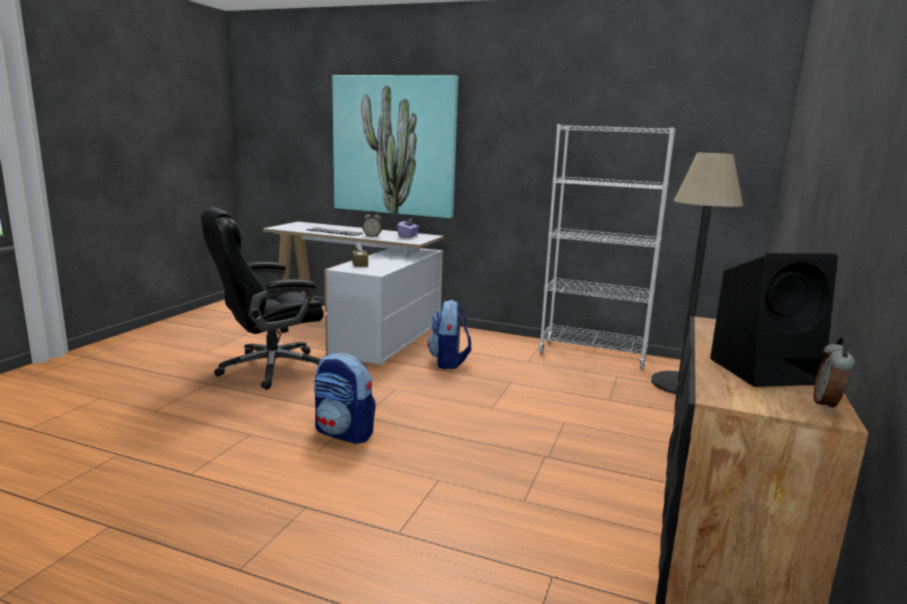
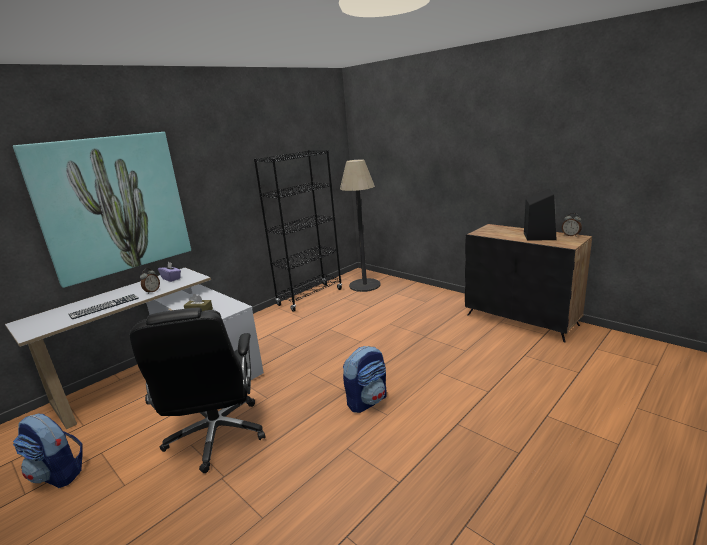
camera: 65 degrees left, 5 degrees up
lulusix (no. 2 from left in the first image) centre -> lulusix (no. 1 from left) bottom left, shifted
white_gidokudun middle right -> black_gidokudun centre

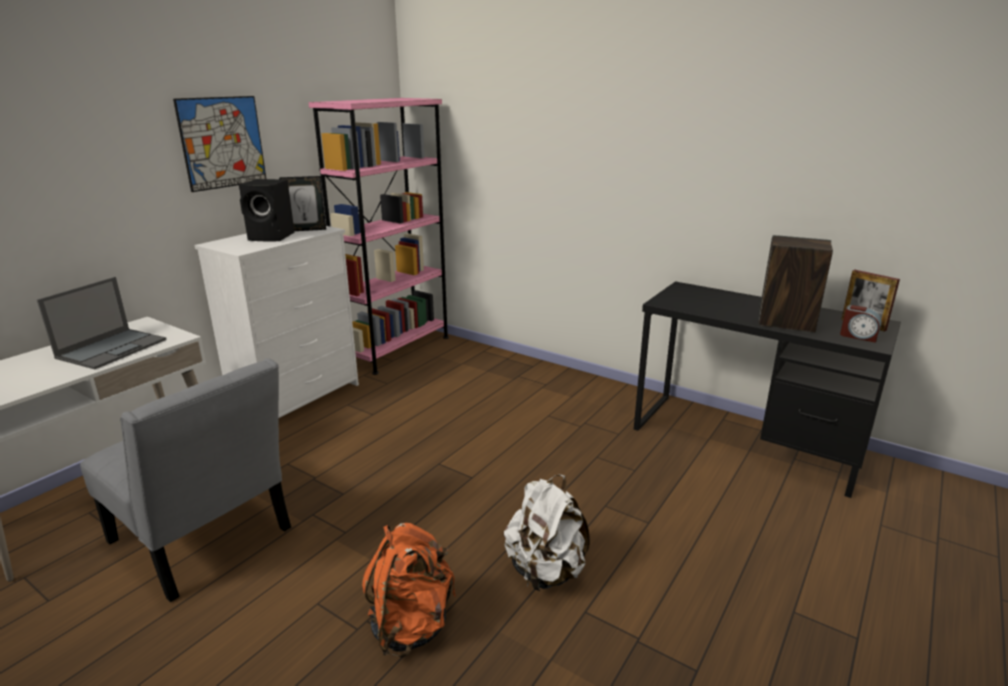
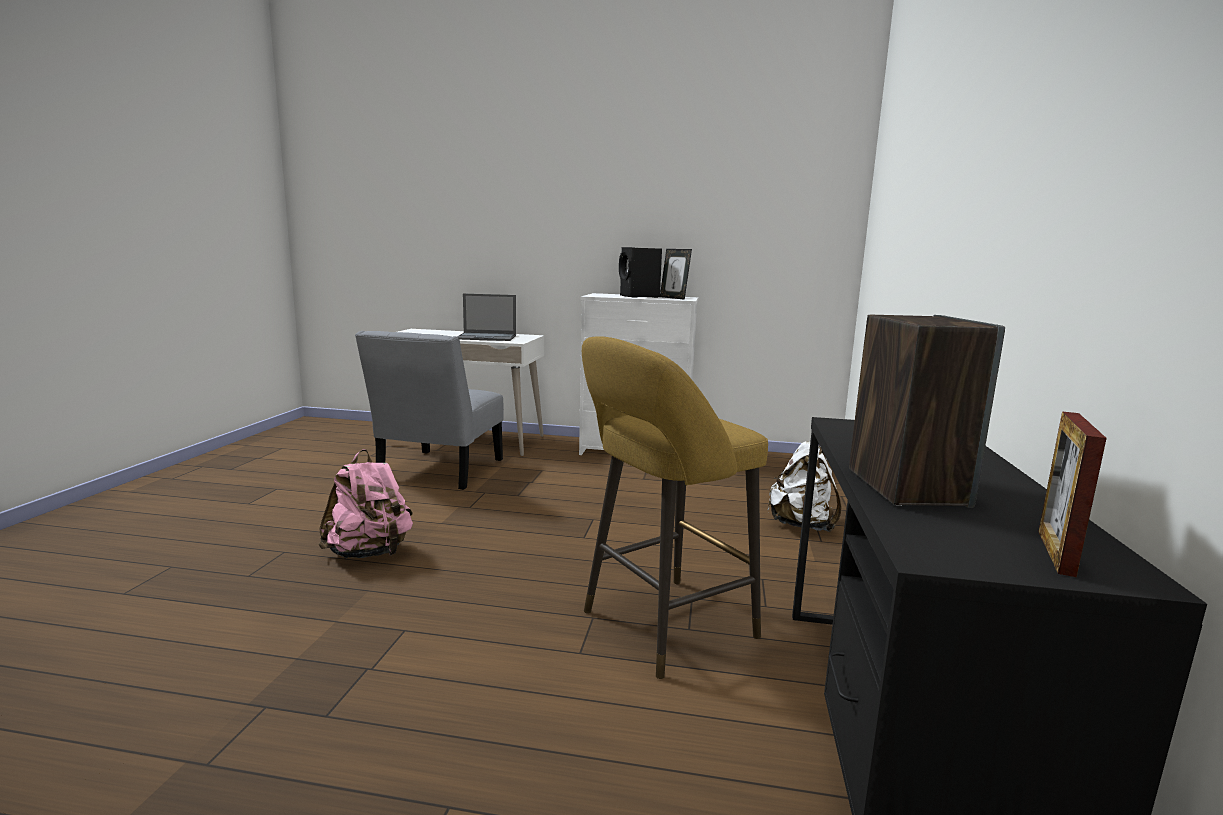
camera: 65 degrees right, 10 degrees down
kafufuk top left -> none
pink_gidokudun centre -> none
orange_lulusix bottom centre -> pink_lulusix middle left
white_lulusix bottom centre -> white_lulusix centre, shifted
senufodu middle right -> none
none -> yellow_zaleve centre

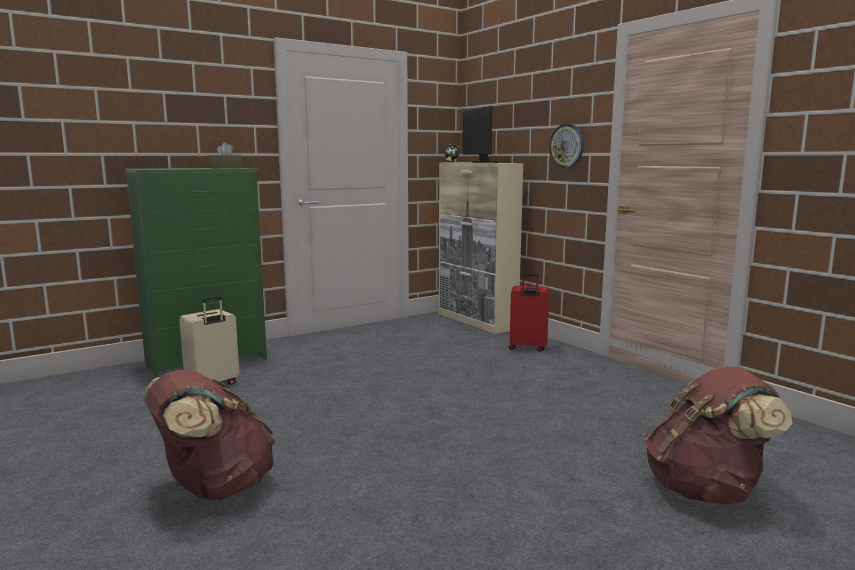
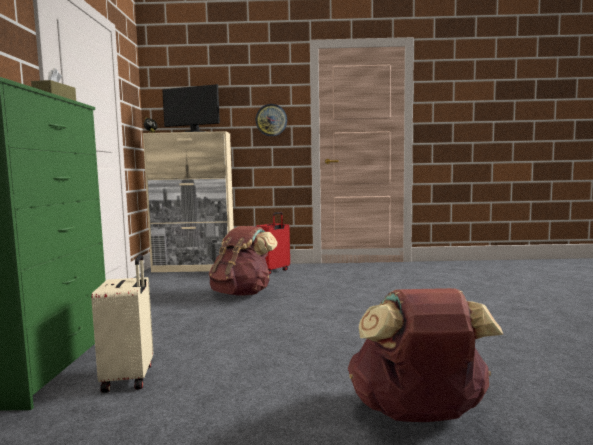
camera: 55 degrees left, 5 degrees down
brown_lulusix (no. 2 from left in the first image) bottom right -> brown_lulusix (no. 1 from left) centre, shifted

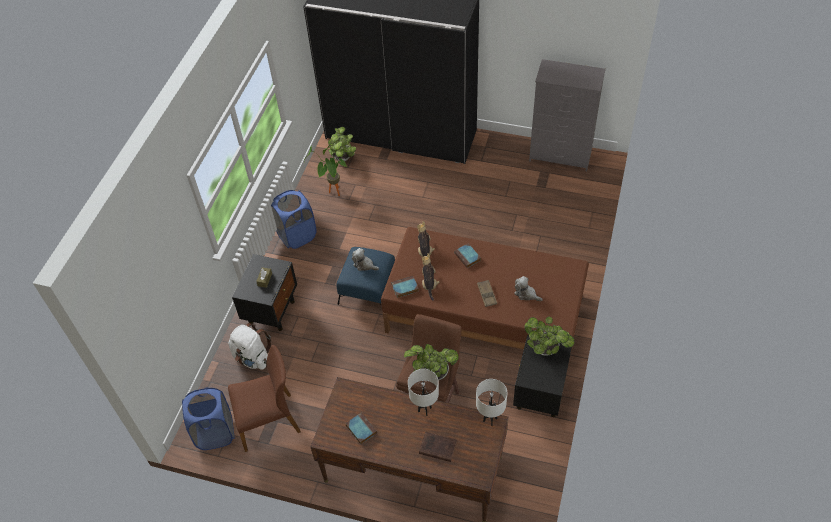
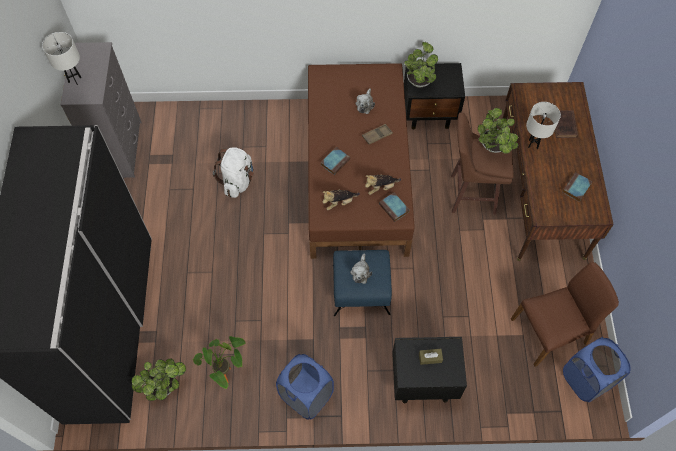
camera: 110 degrees left, 10 degrees up
white_lulusix middle left -> white_lulusix centre, shifted
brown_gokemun bottom left -> brown_gokemun bottom right, 105 degrees clockwise
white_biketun (no. 2 from left in the first image) bottom centre -> white_biketun (no. 1 from left) top left, shifted

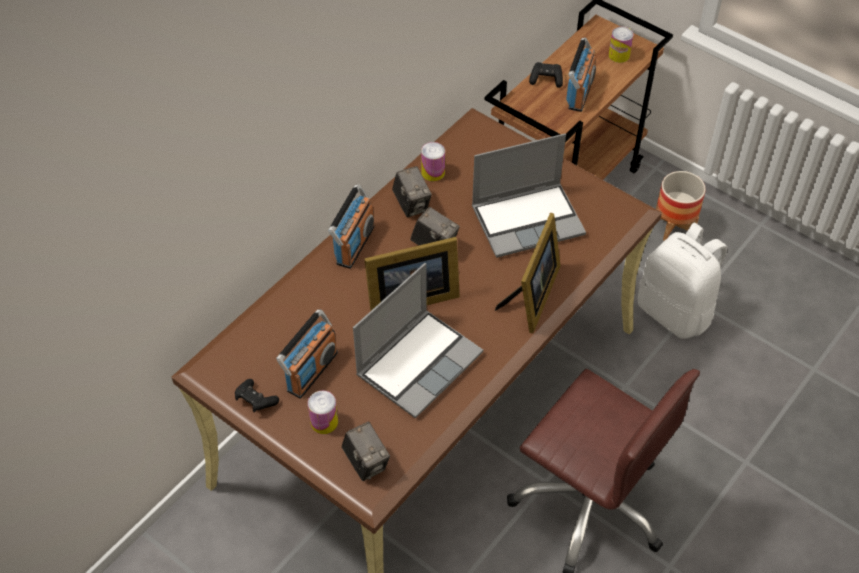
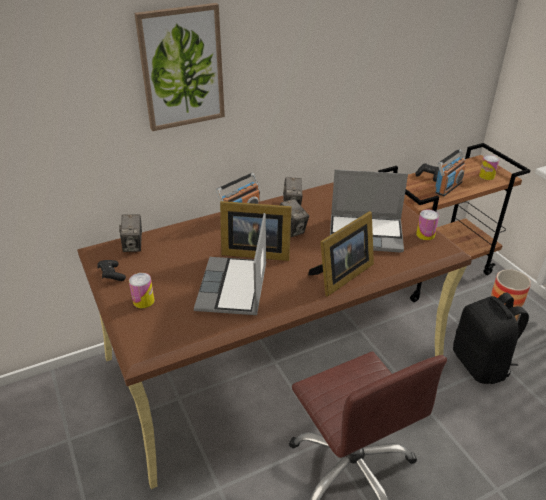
camera: 25 degrees right, 15 degrees down
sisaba (no. 1 from left) centre -> none
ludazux (no. 1 from left) bottom centre -> ludazux (no. 1 from left) middle left, shifted
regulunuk (no. 1 from left) centre, 120 degrees clockwise
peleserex (no. 2 from left) top centre -> peleserex (no. 2 from left) middle right, shifted
white_lulusix middle right -> black_lulusix bottom right
none -> kafufuk top left

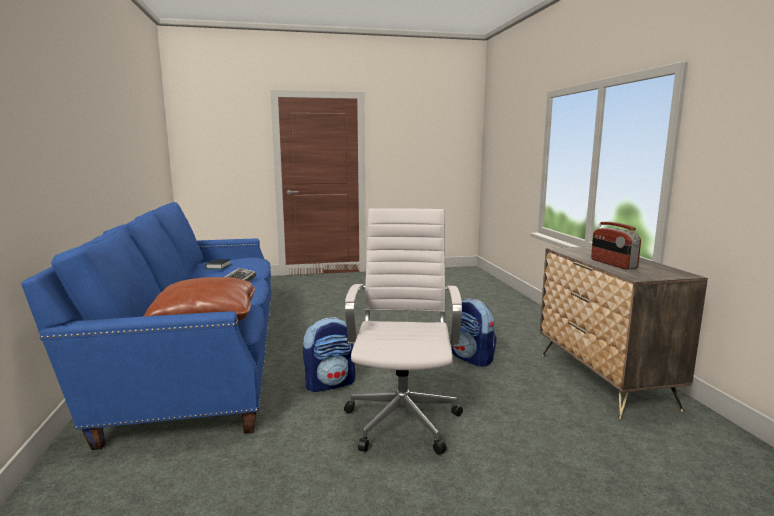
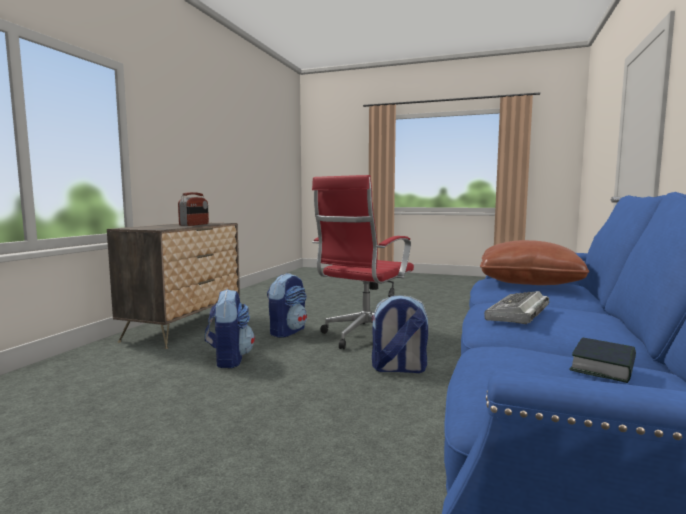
camera: 150 degrees left, 5 degrees down
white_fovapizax centre -> red_fovapizax centre
none -> lulusix (no. 2 from left) centre

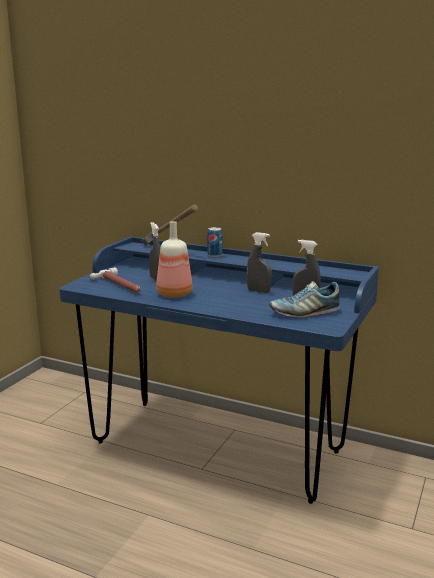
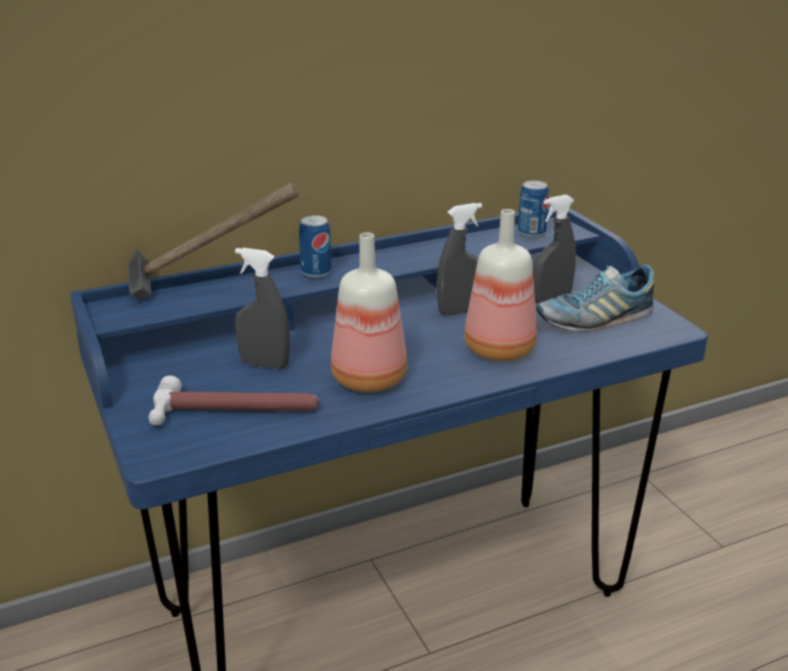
camera: 50 degrees left, 10 degrees up
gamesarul middle right, 45 degrees clockwise
none -> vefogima (no. 2 from left) centre
none -> peleserex (no. 2 from left) top right

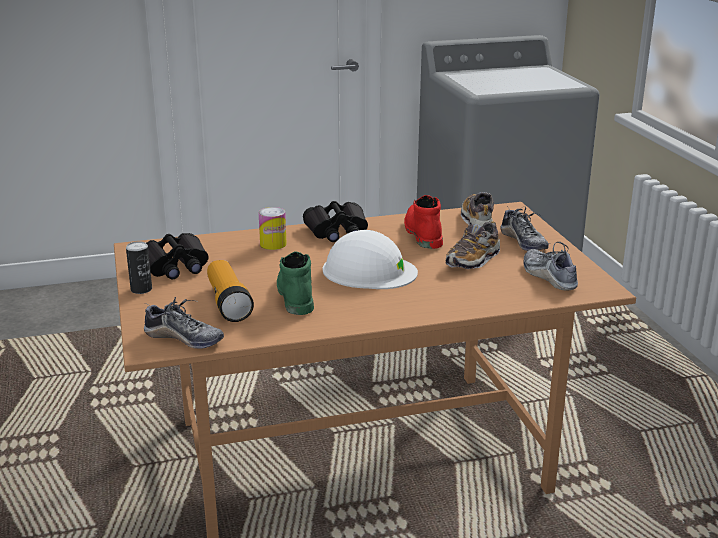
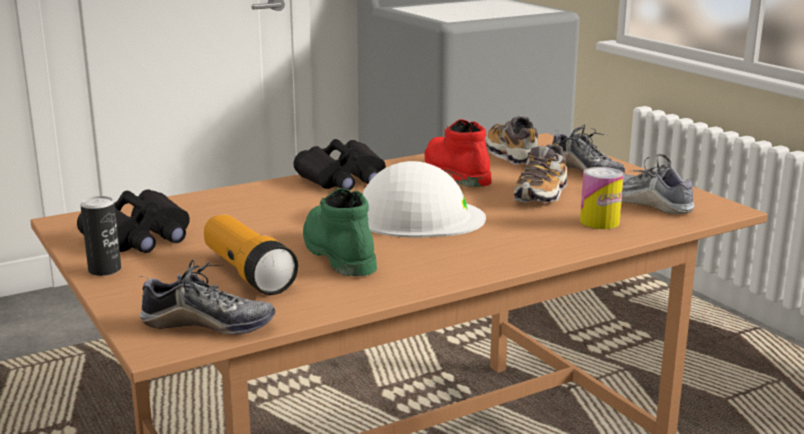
camera: 15 degrees left, 5 degrees down
peleserex (no. 2 from left) centre -> peleserex (no. 2 from left) middle right, shifted

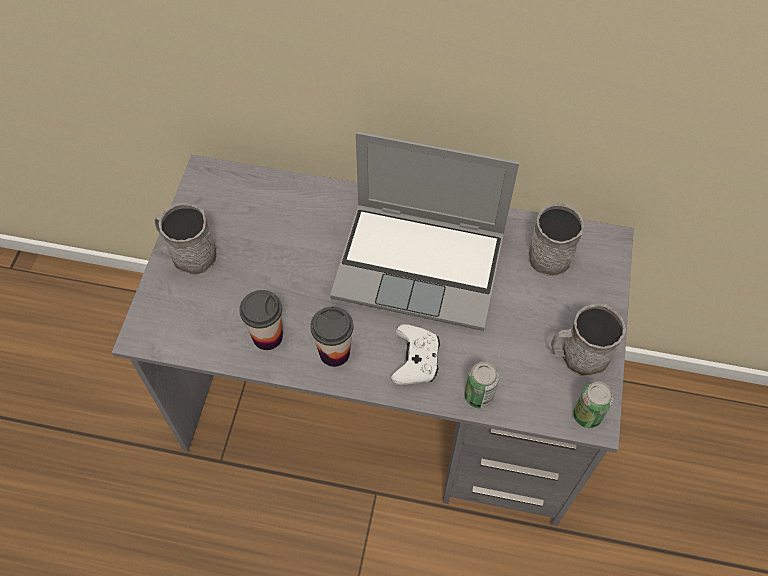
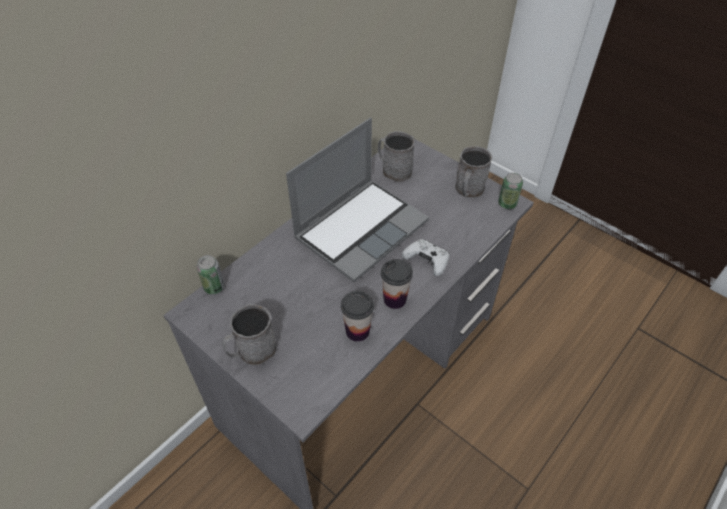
camera: 60 degrees left, 10 degrees down
peleserex (no. 1 from left) bottom centre -> peleserex (no. 1 from left) middle left, shifted

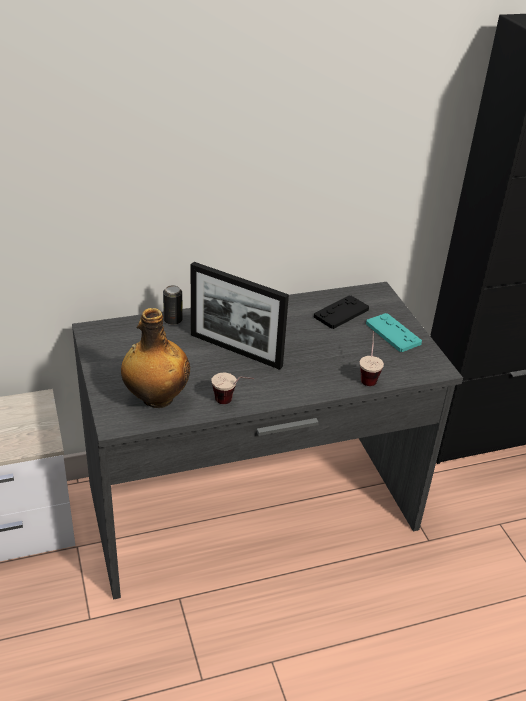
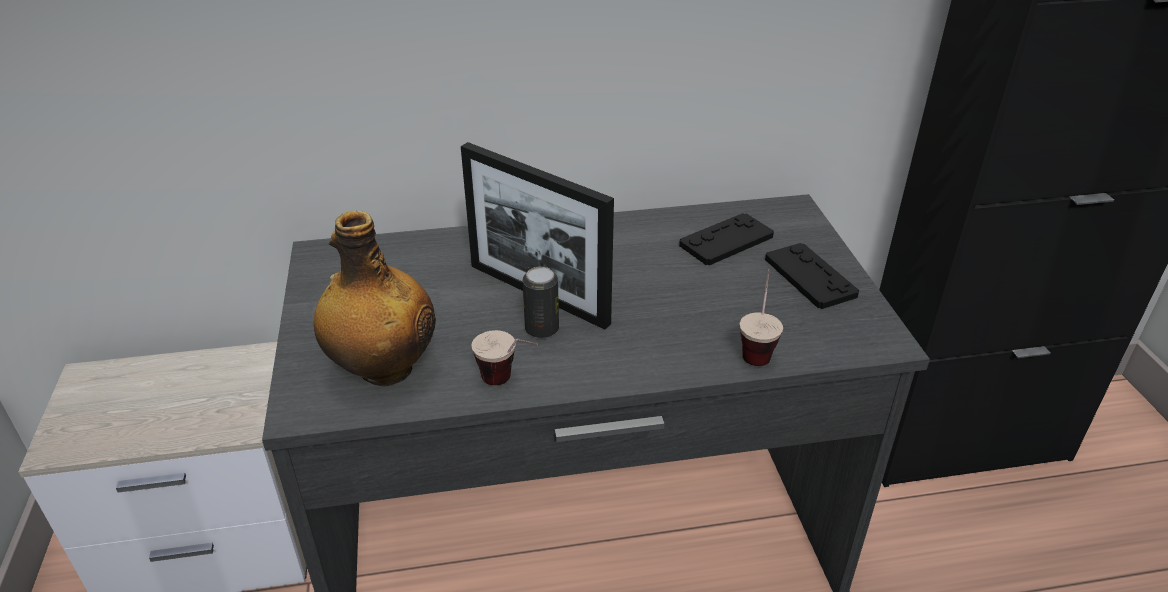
camera: 10 degrees right, 0 degrees up
peleserex middle left -> peleserex centre, shifted
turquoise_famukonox middle right -> black_famukonox (no. 2 from left) middle right

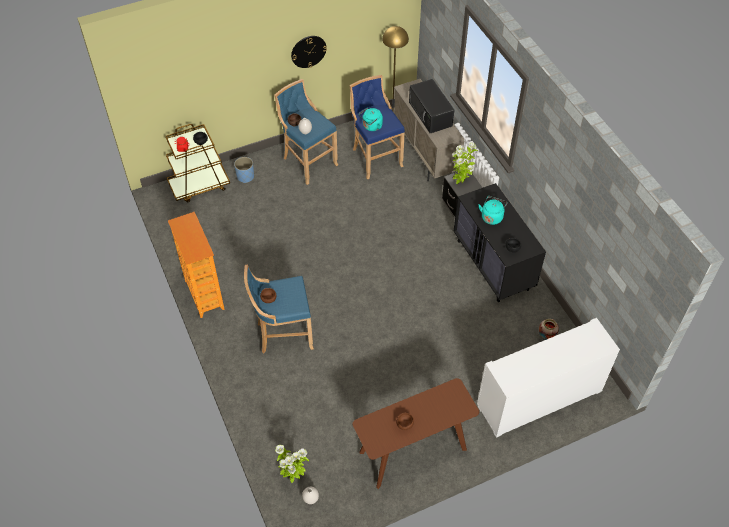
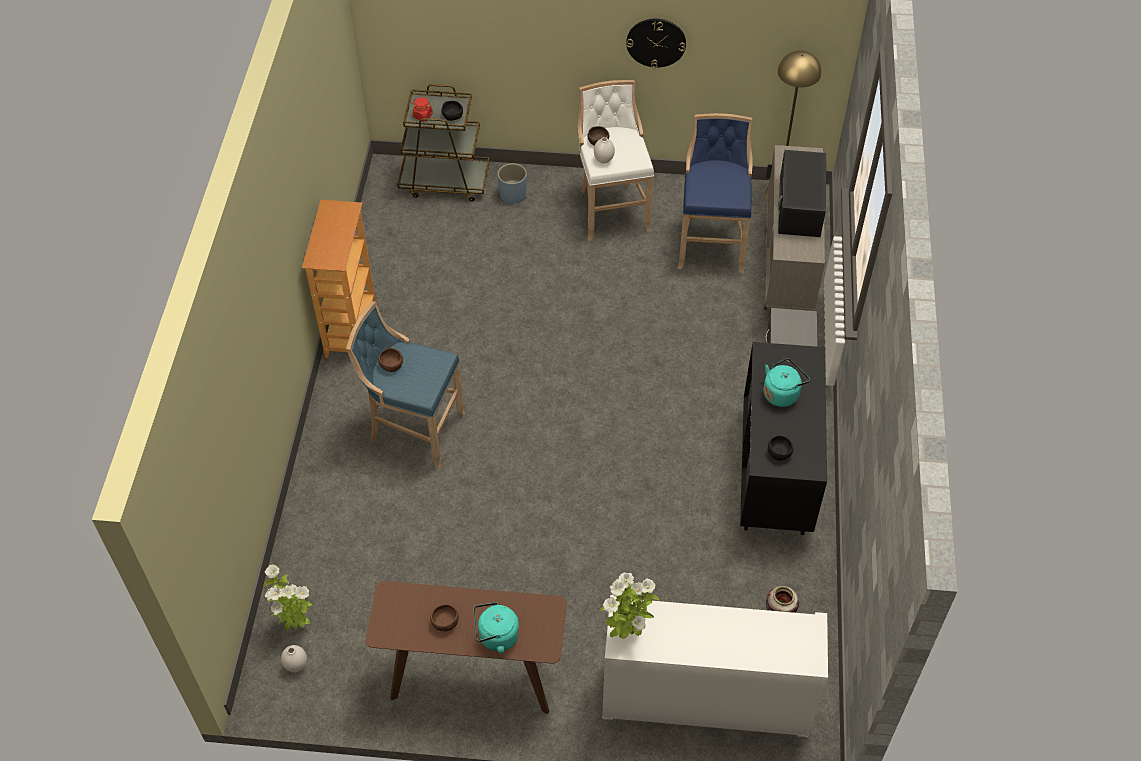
camera: 30 degrees right, 0 degrees up
blue_zaleve (no. 2 from left) top centre -> white_zaleve top centre
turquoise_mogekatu (no. 1 from left) top centre -> turquoise_mogekatu (no. 1 from left) bottom centre, shifted
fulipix (no. 2 from left) top centre -> fulipix (no. 2 from left) bottom centre, shifted

